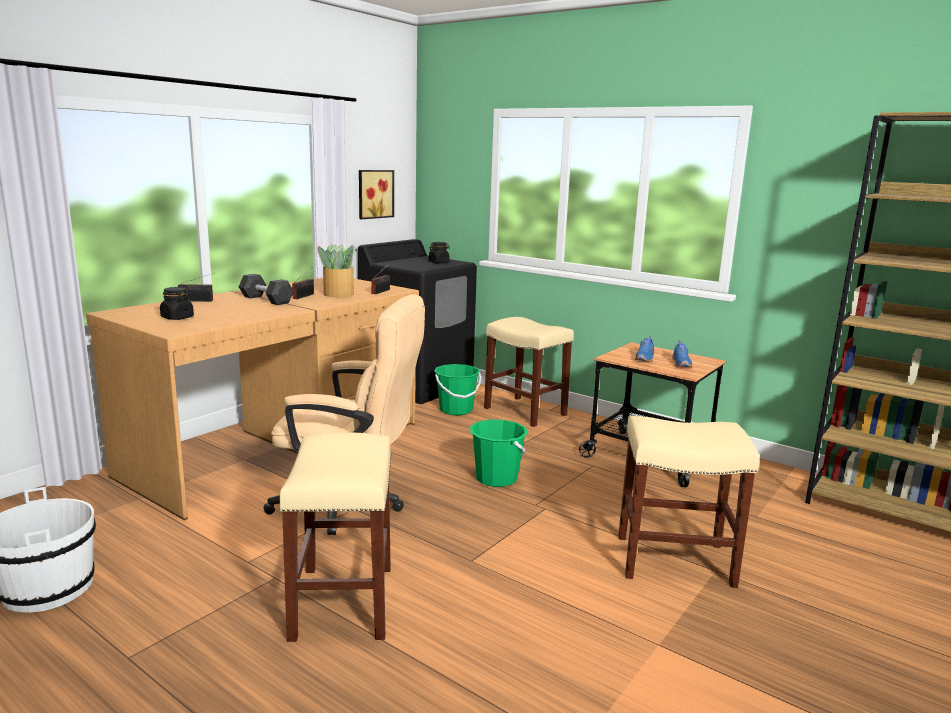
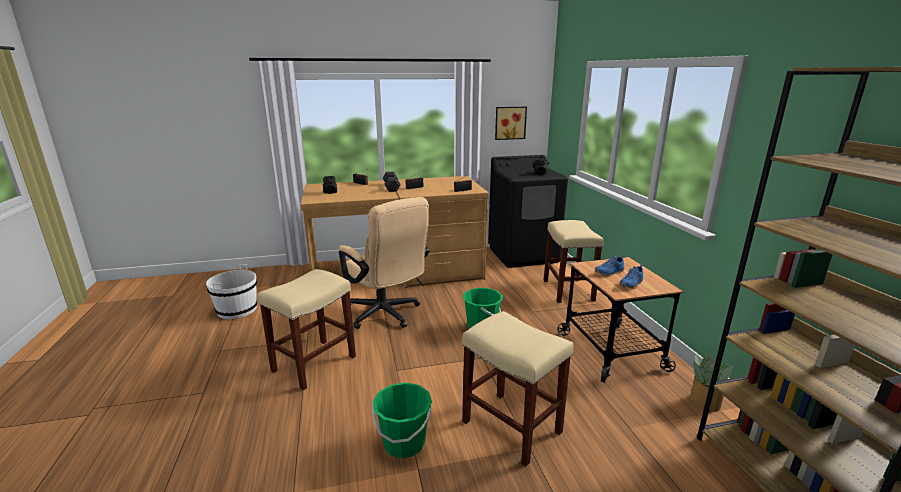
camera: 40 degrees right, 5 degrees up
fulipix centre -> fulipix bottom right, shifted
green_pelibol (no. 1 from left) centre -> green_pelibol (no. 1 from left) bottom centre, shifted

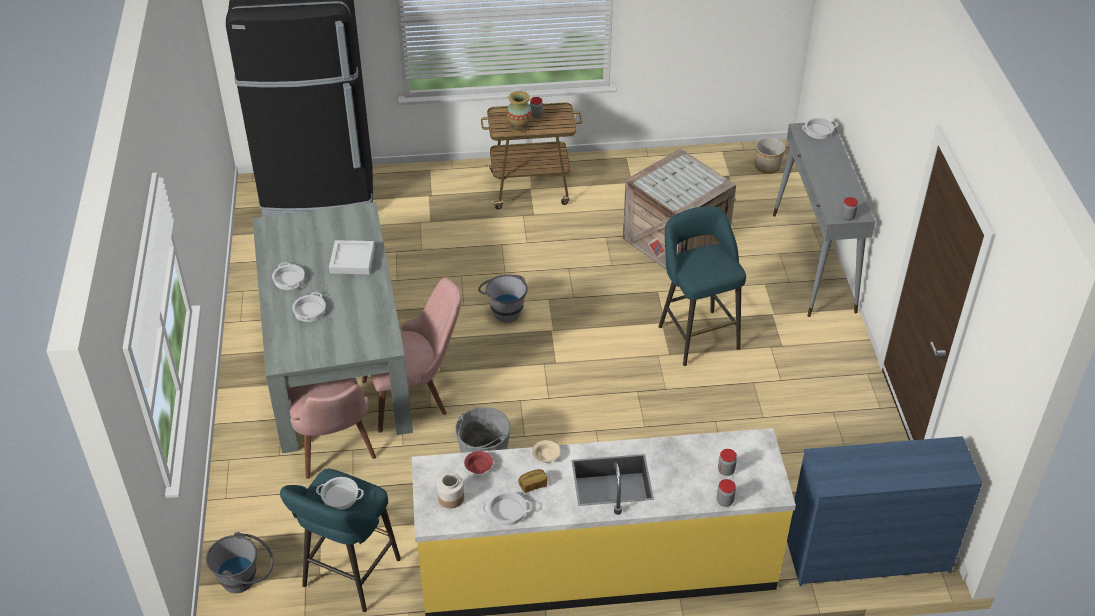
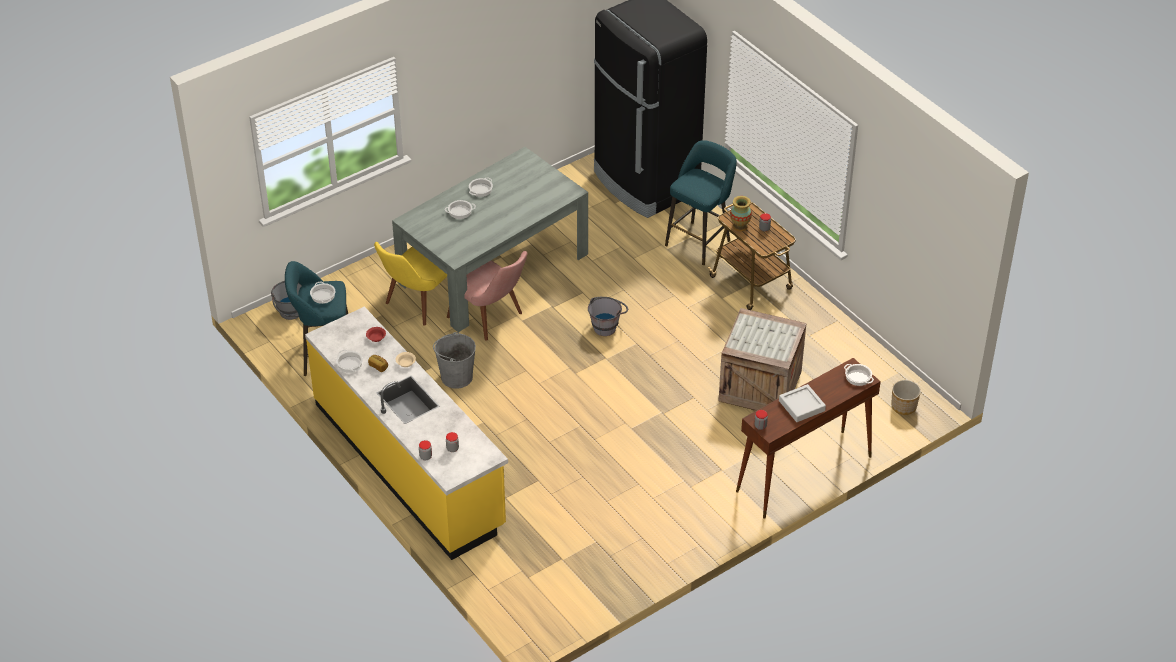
camera: 60 degrees right, 0 degrees up
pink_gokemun (no. 1 from left) bottom left -> yellow_gokemun centre
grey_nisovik middle left -> grey_nisovik middle right, shifted
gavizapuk (no. 1 from left) bottom centre -> none
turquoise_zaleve (no. 2 from left) centre -> turquoise_zaleve (no. 2 from left) top centre, shifted
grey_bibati middle right -> brown_bibati middle right
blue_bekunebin bottom right -> none

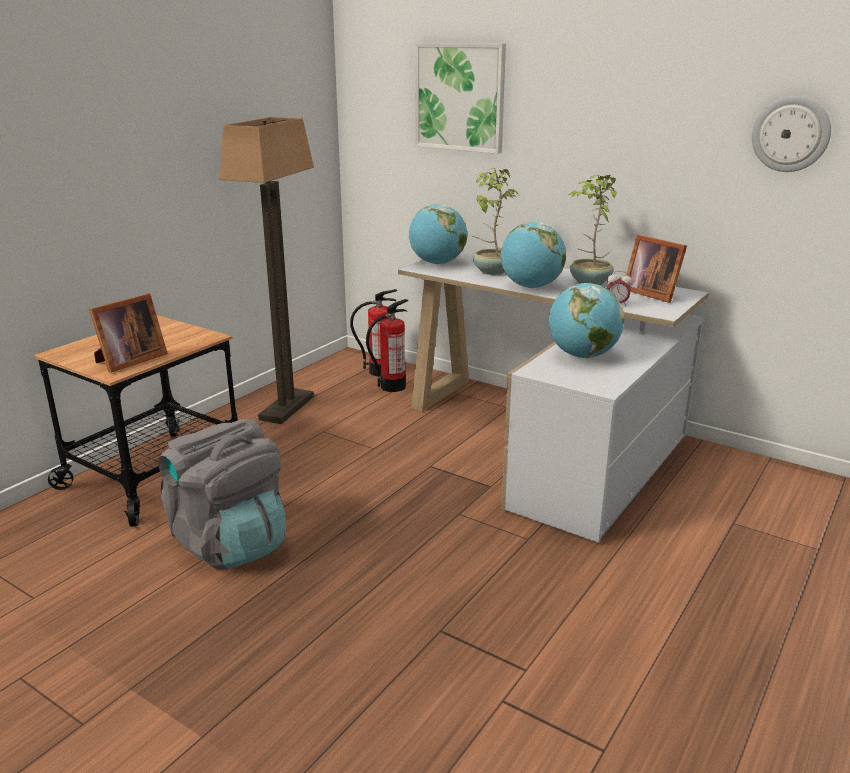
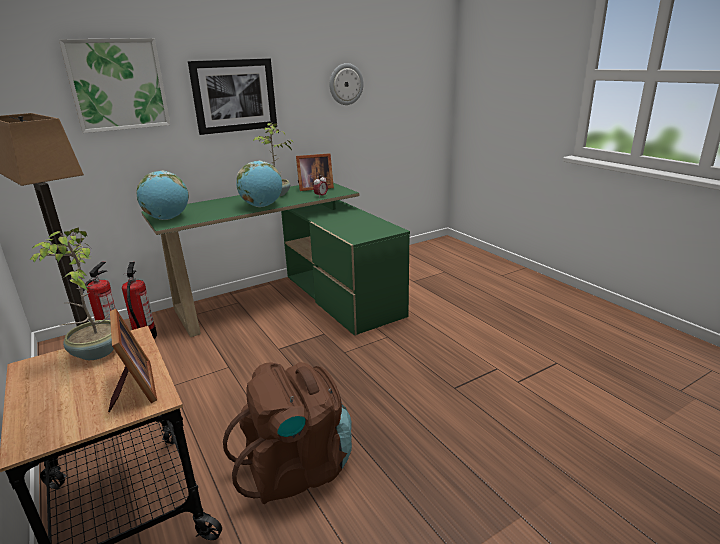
camera: 65 degrees left, 0 degrees up
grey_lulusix middle left -> brown_lulusix bottom centre
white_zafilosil centre -> green_zafilosil centre
fulipix (no. 1 from left) top centre -> fulipix (no. 1 from left) middle left, shifted
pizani (no. 3 from left) middle right -> none
none -> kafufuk (no. 2 from left) top left

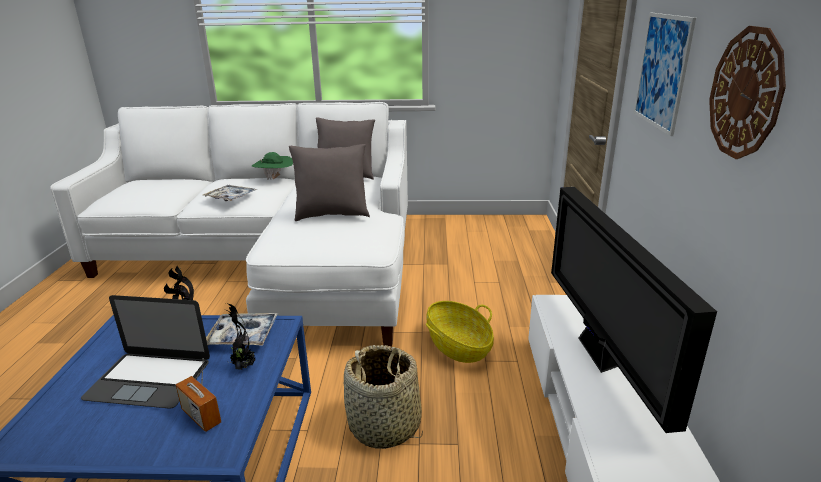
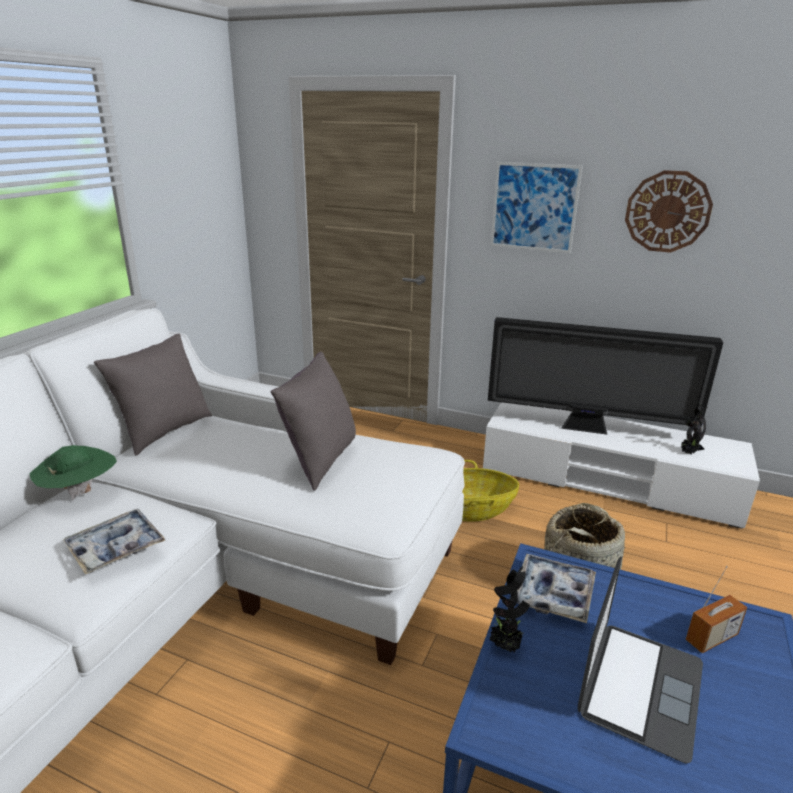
camera: 70 degrees left, 0 degrees up
fulipix (no. 2 from left) bottom left -> fulipix (no. 2 from left) middle right, shifted

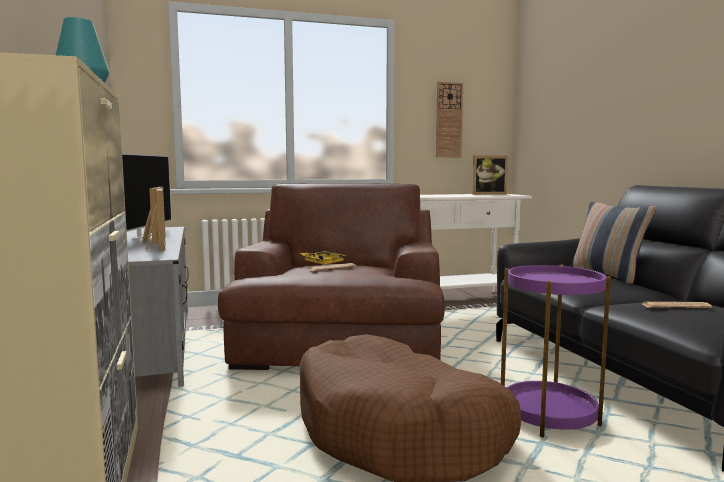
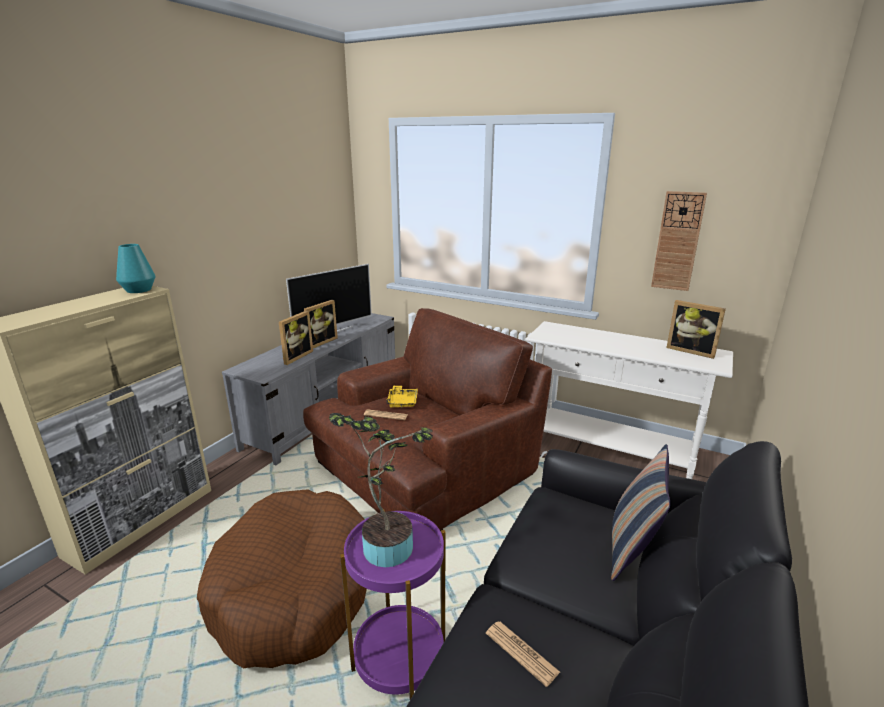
camera: 45 degrees right, 15 degrees up
none -> fulipix bottom centre

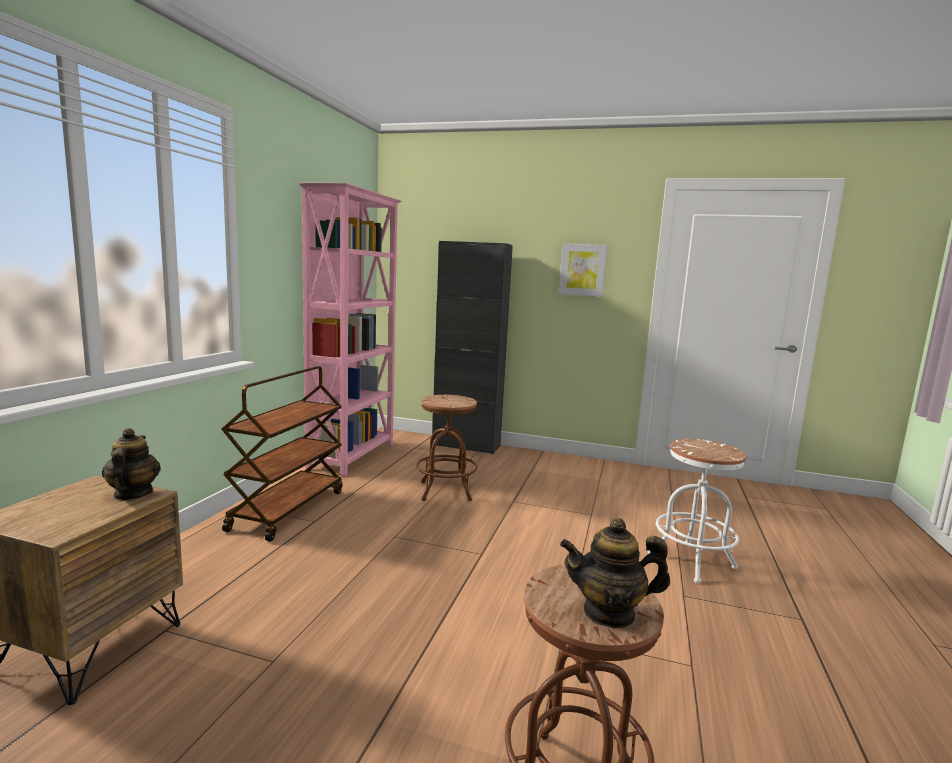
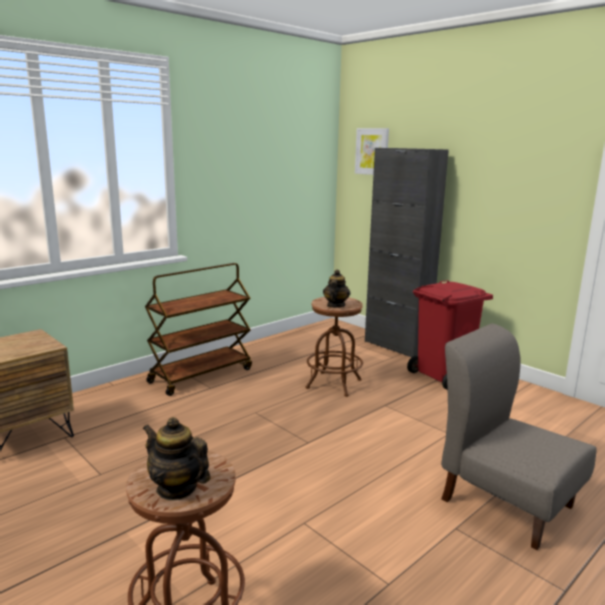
camera: 30 degrees right, 5 degrees up
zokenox (no. 1 from left in the first image) middle left -> zokenox (no. 2 from left) centre, shifted
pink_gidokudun centre -> none
kafufuk centre -> kafufuk top centre, shifted
white_zaleve bottom right -> grey_gokemun bottom right
none -> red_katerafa middle right

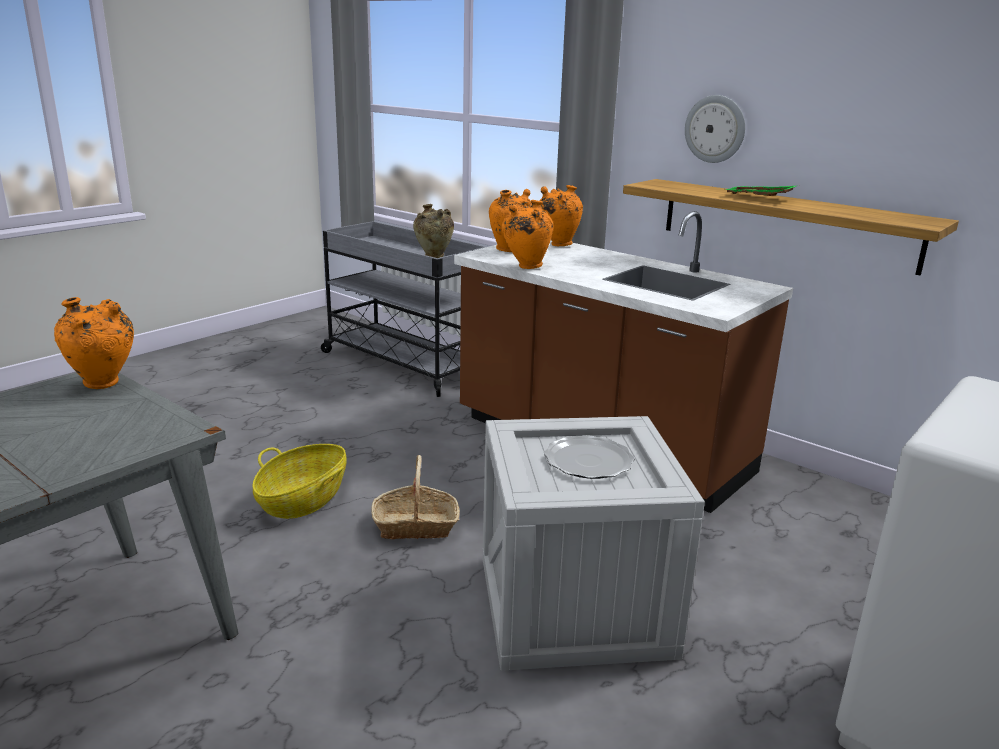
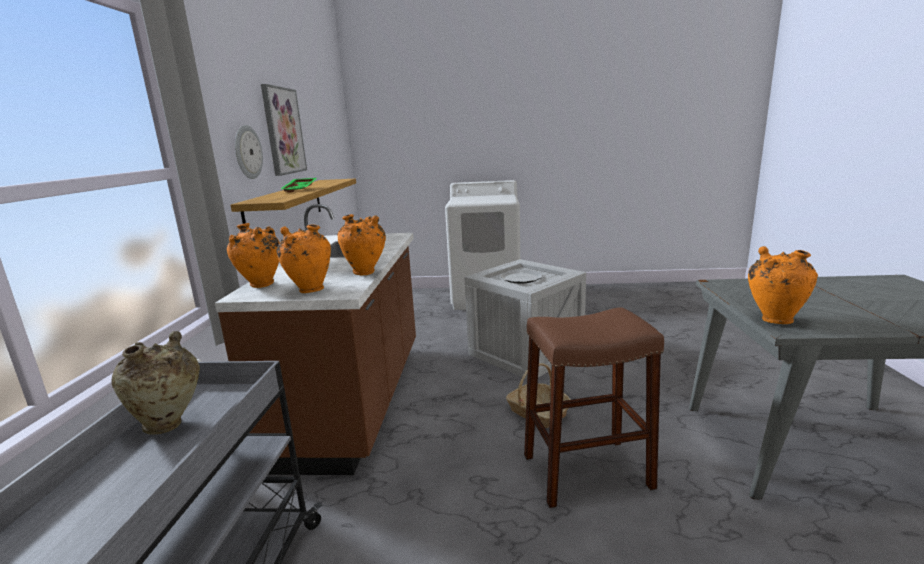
camera: 125 degrees left, 5 degrees down
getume (no. 1 from left) middle left -> brown_zaleve bottom centre
none -> kafufuk top left

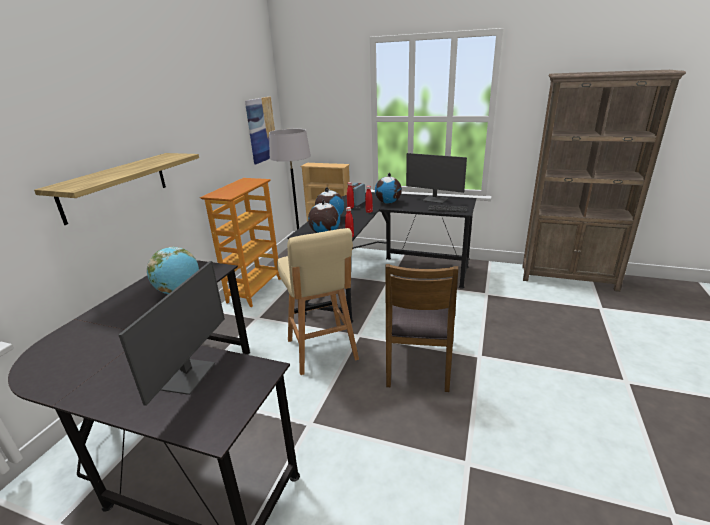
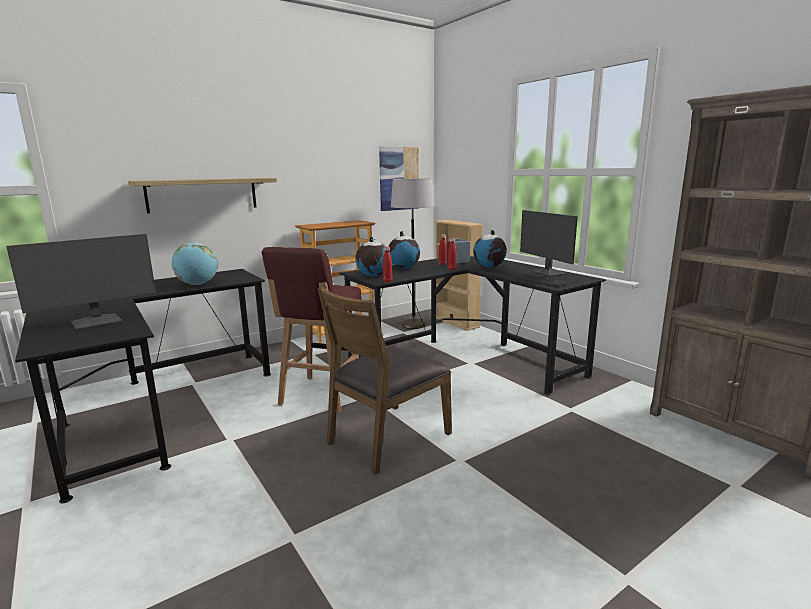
camera: 35 degrees right, 10 degrees down
beige_zaleve centre -> red_zaleve centre

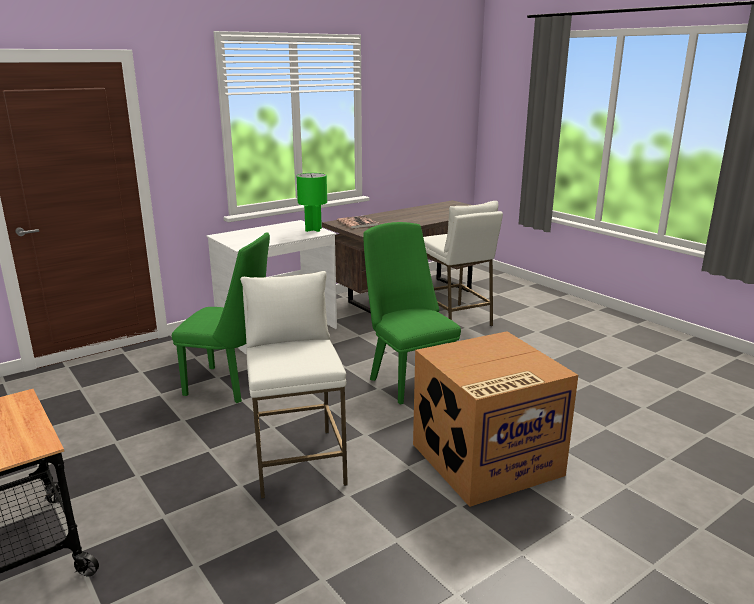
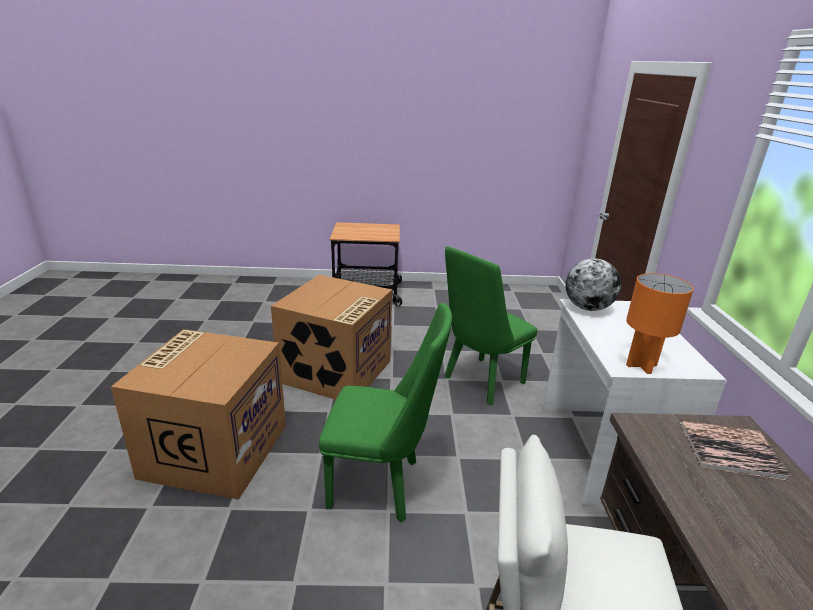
camera: 125 degrees right, 5 degrees up
white_zaleve (no. 1 from left) centre -> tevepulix (no. 2 from left) centre
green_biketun centre -> orange_biketun middle right
none -> pizani middle right

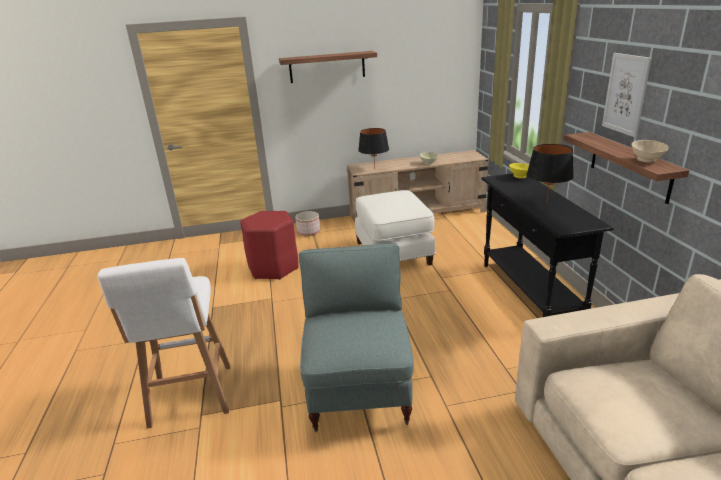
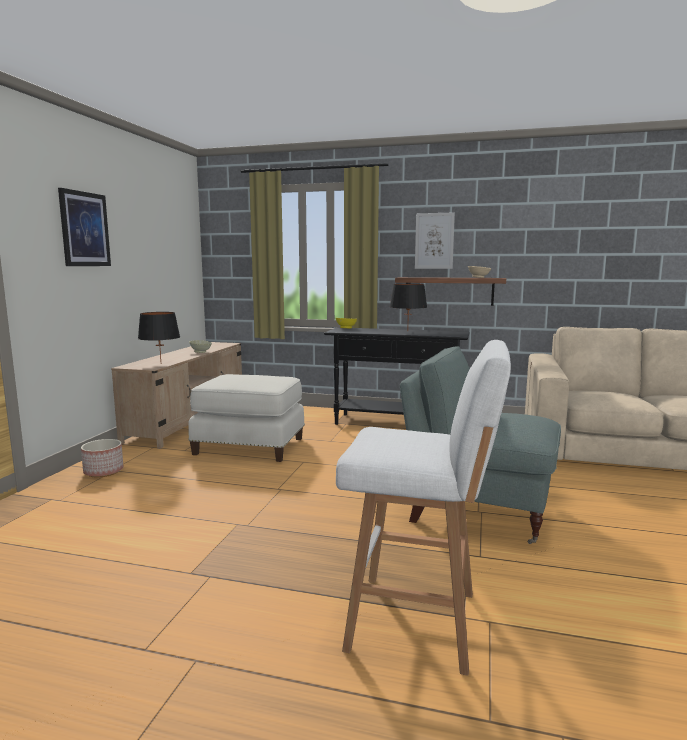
camera: 65 degrees left, 15 degrees down
red_zaleve centre -> none
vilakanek (no. 1 from left) top centre -> kafufuk (no. 1 from left) top left

